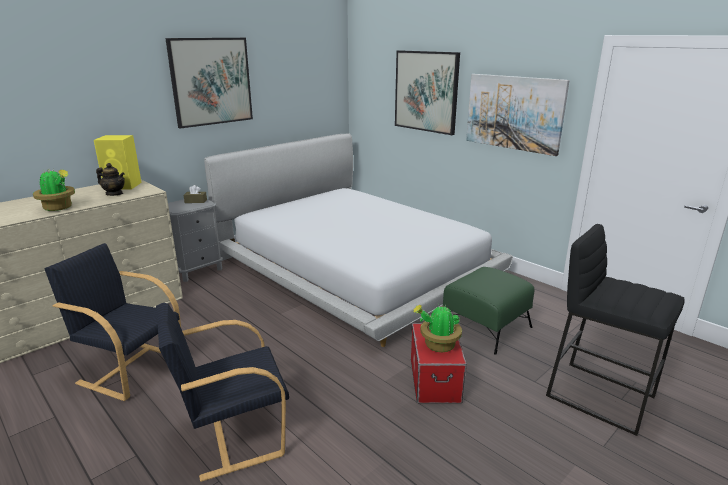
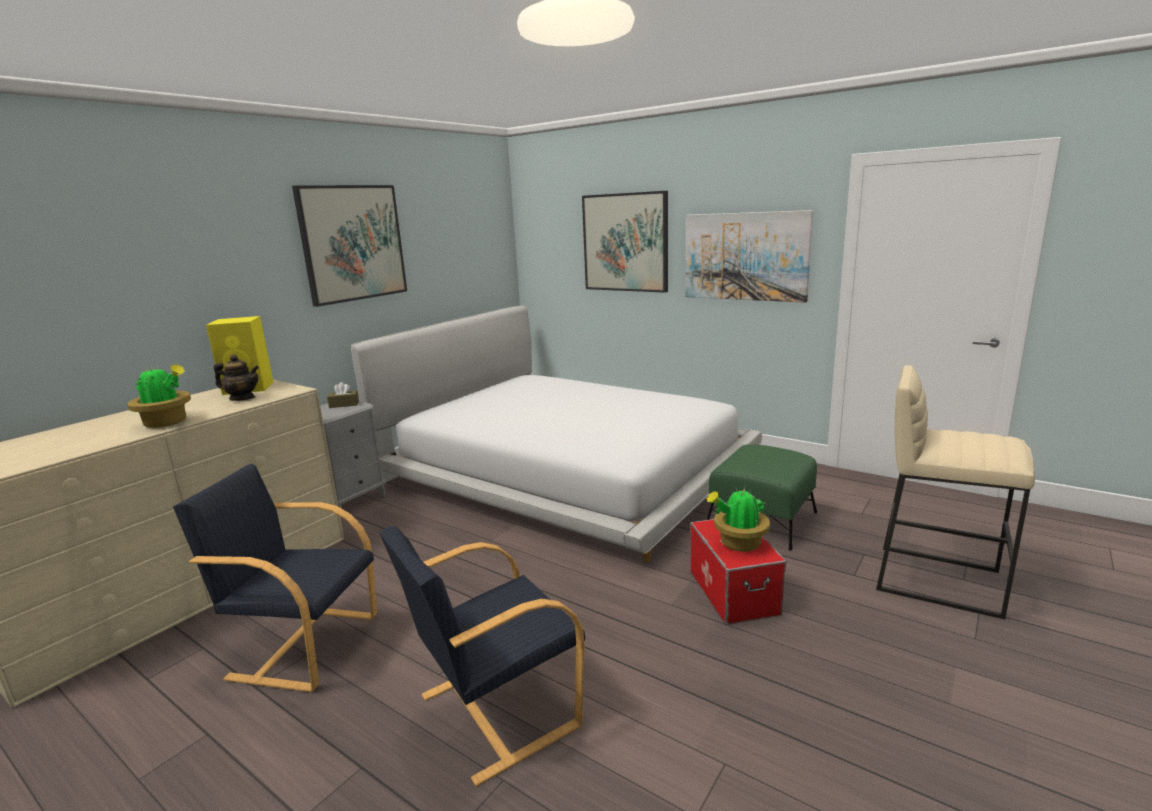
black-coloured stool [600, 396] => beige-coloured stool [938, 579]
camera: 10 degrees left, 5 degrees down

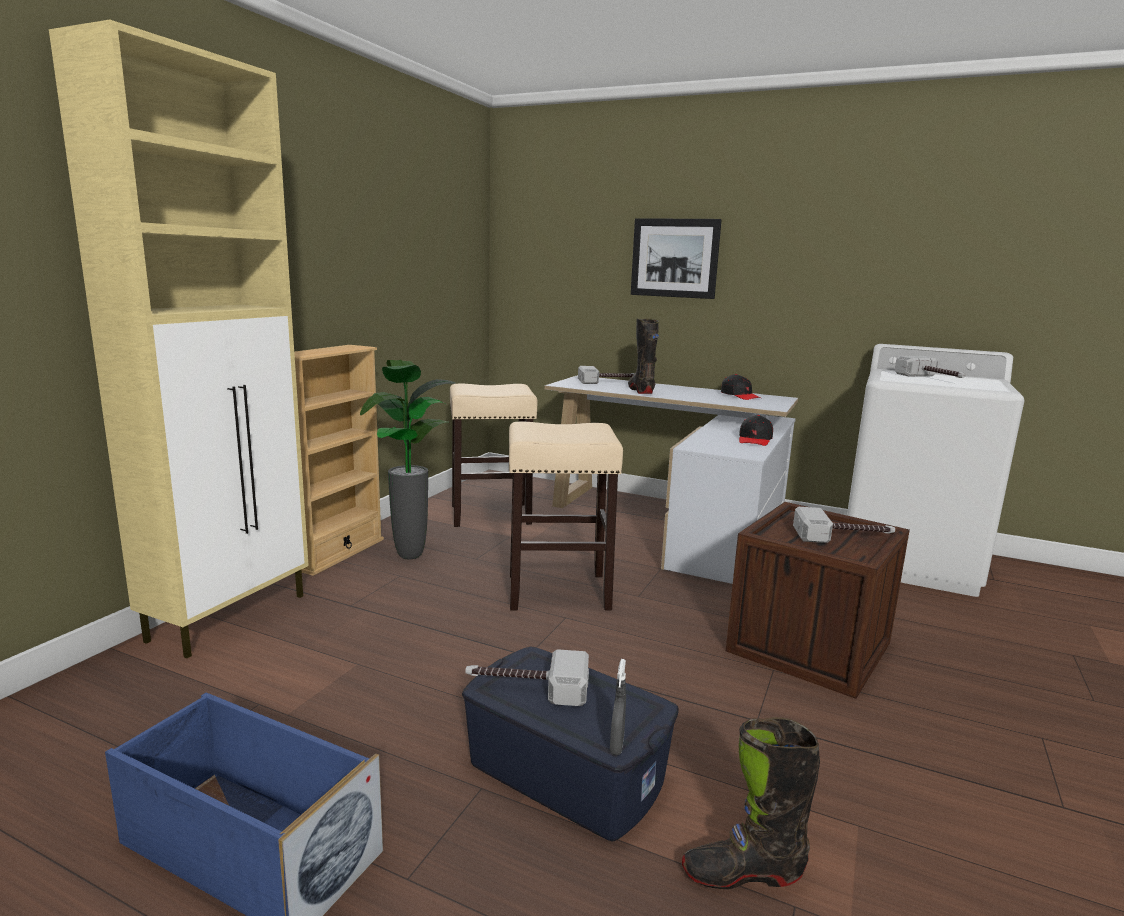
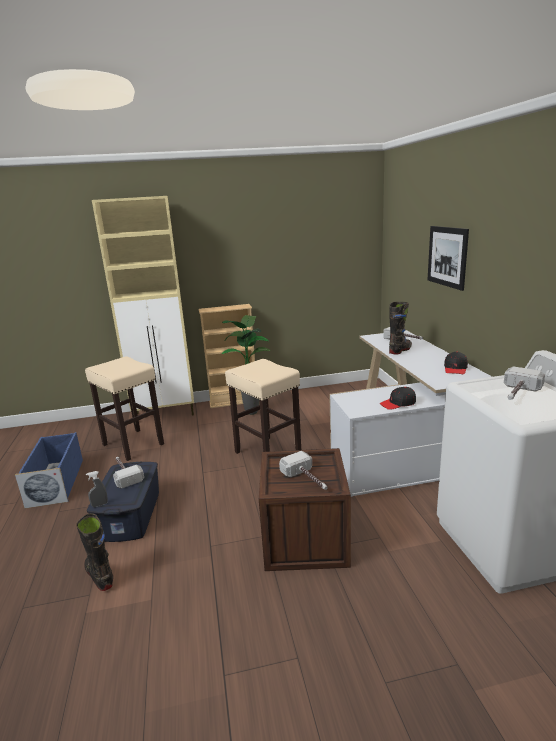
beige-coloured stool [492, 514] => beige-coloured stool [133, 444], relocated
camera: 55 degrees right, 5 degrees up

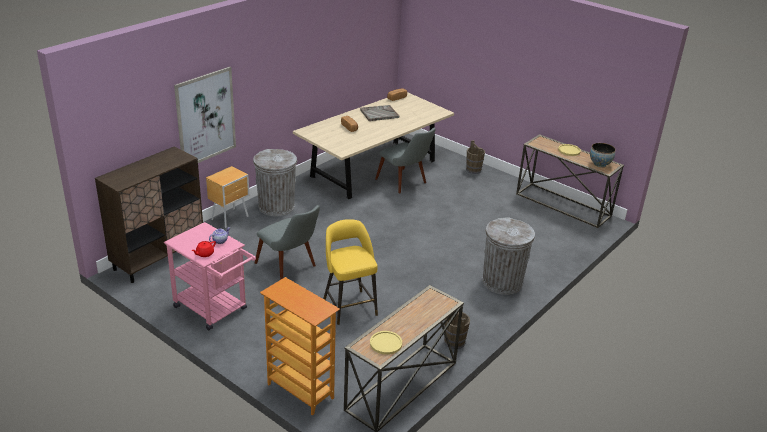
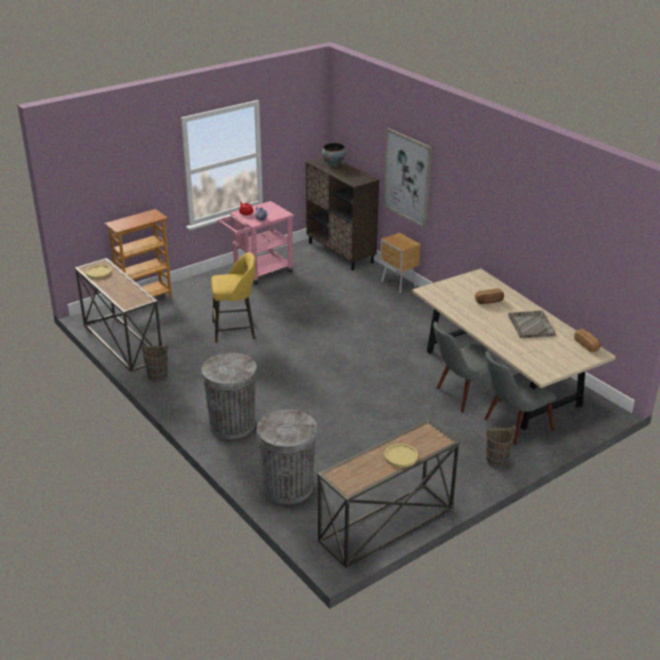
gray waste bin [276, 207] => gray waste bin [288, 487], relocated
gray upright chair [290, 267] => gray upright chair [511, 427], relocated
bowl [600, 164] => bowl [333, 163], relocated
camera: 105 degrees right, 0 degrees up

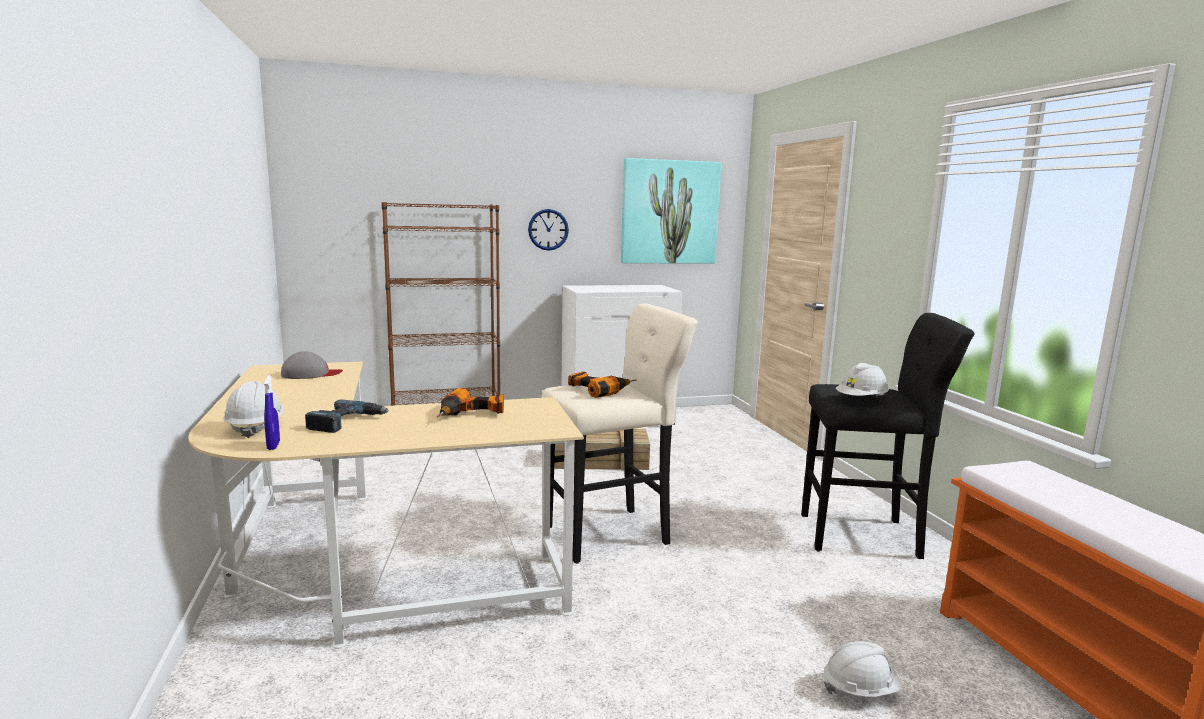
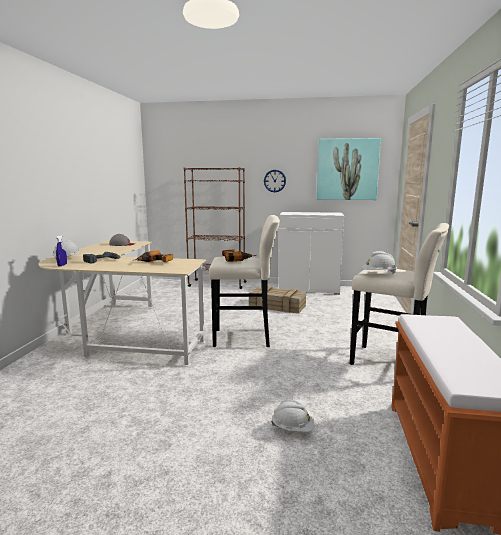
black-coloured stool [865, 536] => beige-coloured stool [391, 363]
camera: 25 degrees right, 0 degrees up

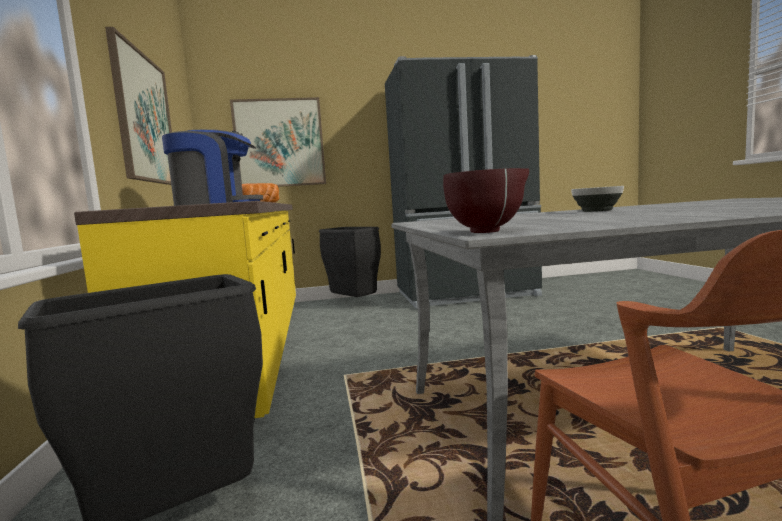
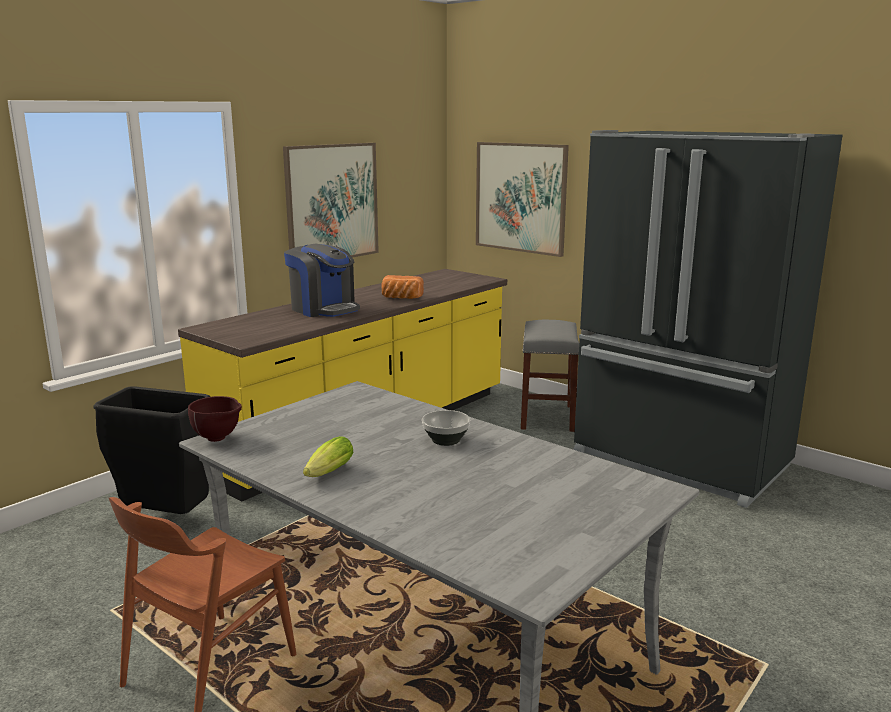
black-coloured waste bin [353, 304] => gray stool [546, 417]
nothing => lettuce head [327, 474]
camera: 50 degrees right, 10 degrees up

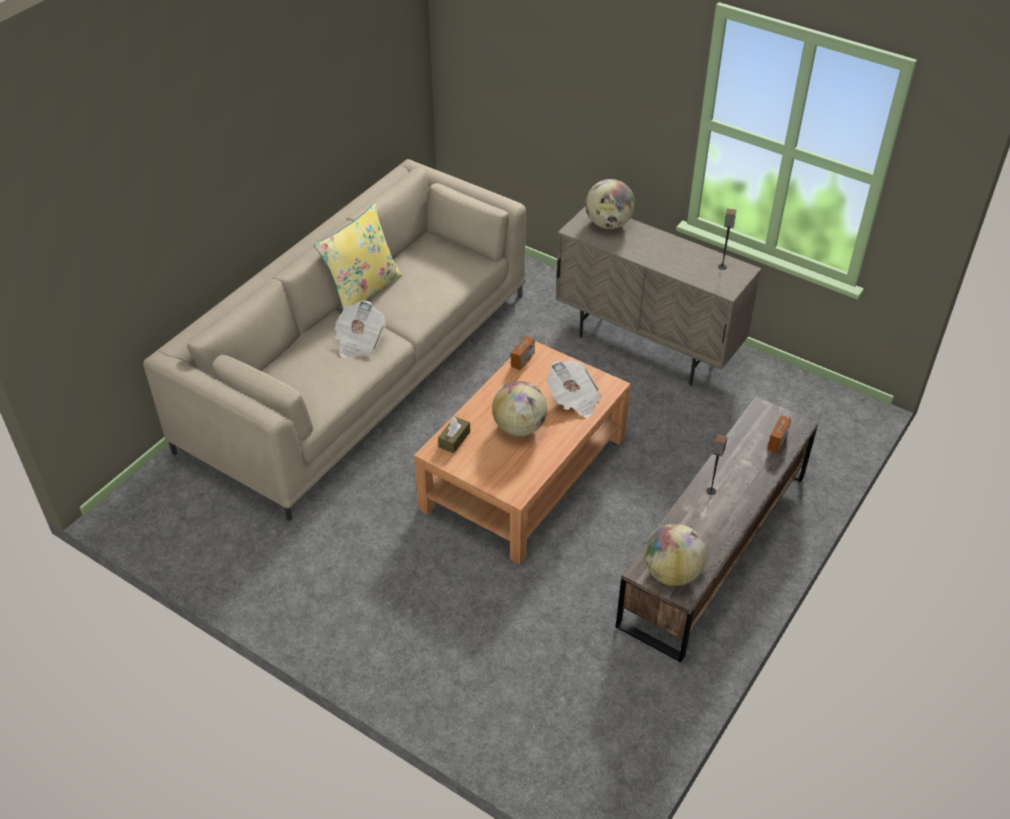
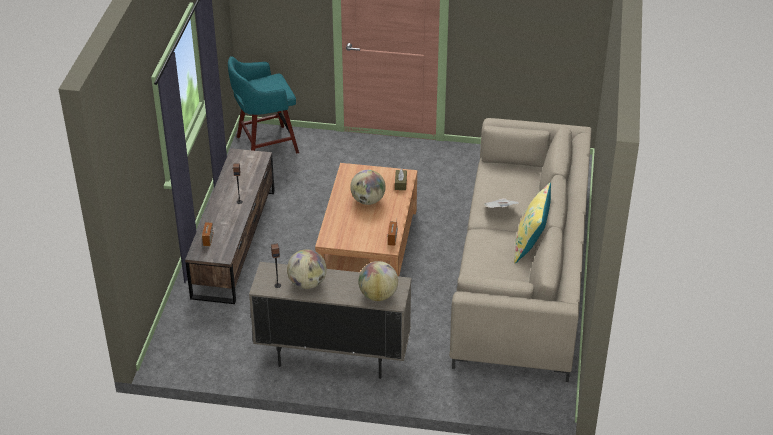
printed paper [573, 399] => nothing
globe [671, 573] => globe [307, 283], relocated
nothing => turquoise-coloured stool [265, 145]
camera: 155 degrees right, 5 degrees down

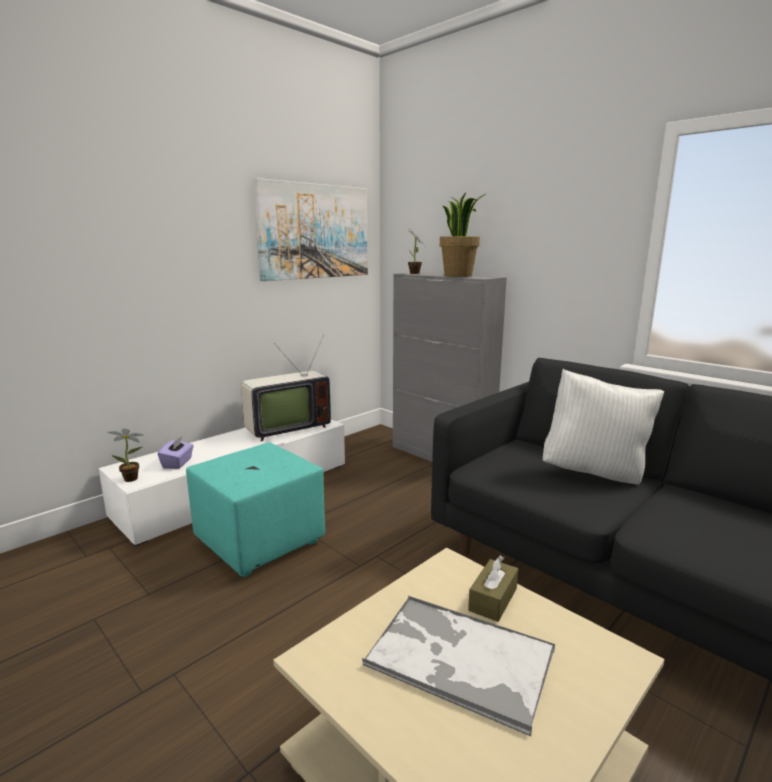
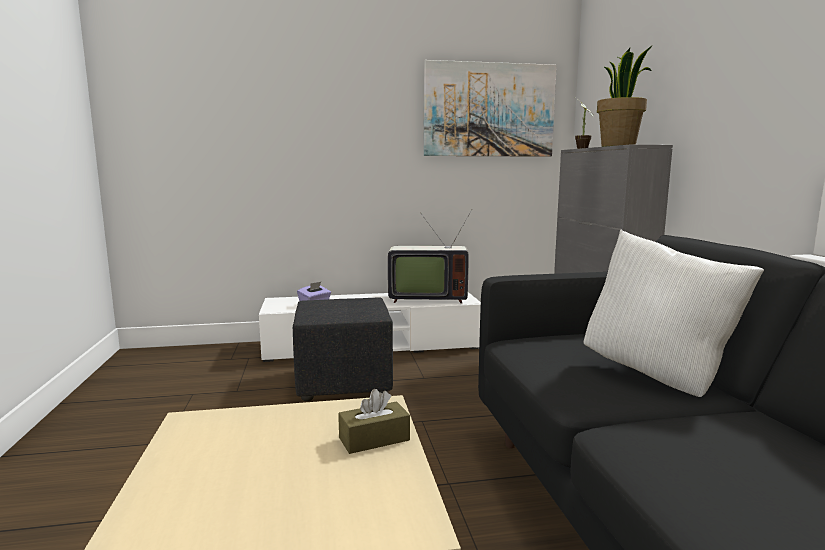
potted plant [133, 479] => nothing
turquoise-coloured ottoman [260, 541] => black-coloured ottoman [344, 382]
tray [458, 658] => nothing
camera: 35 degrees right, 5 degrees down

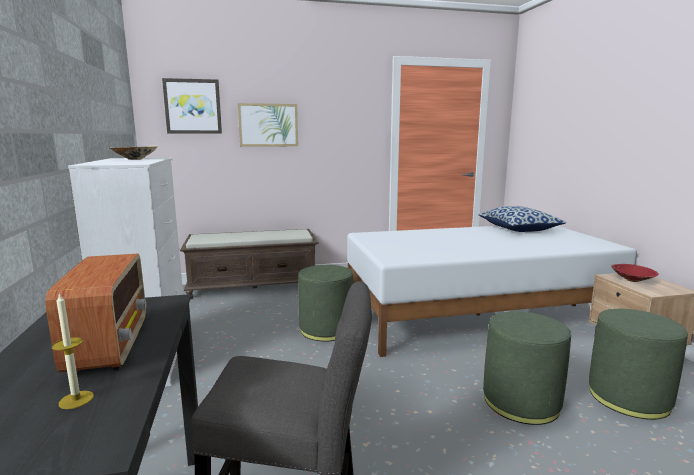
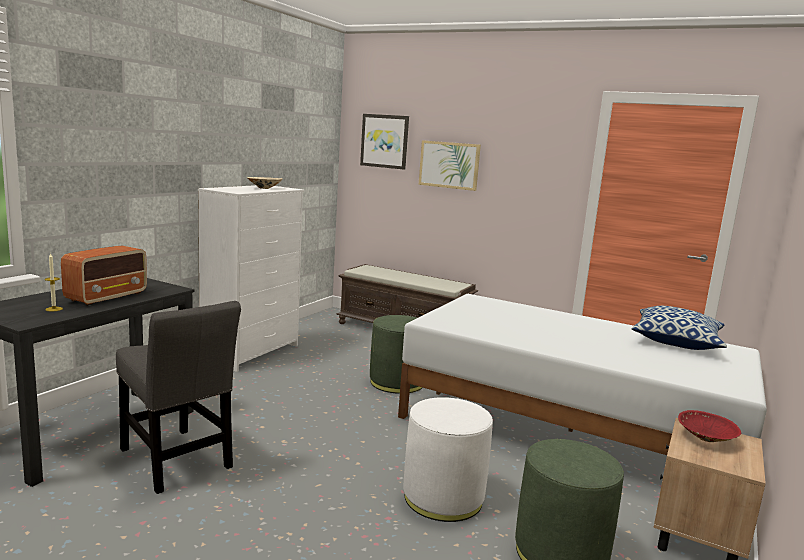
greenish ottoman [521, 402] => white-coloured ottoman [443, 497]
camera: 40 degrees right, 0 degrees up

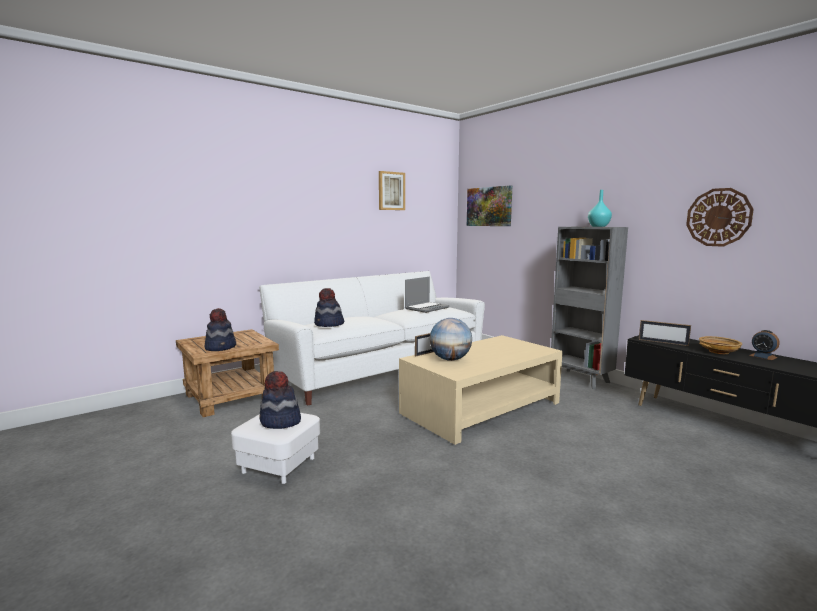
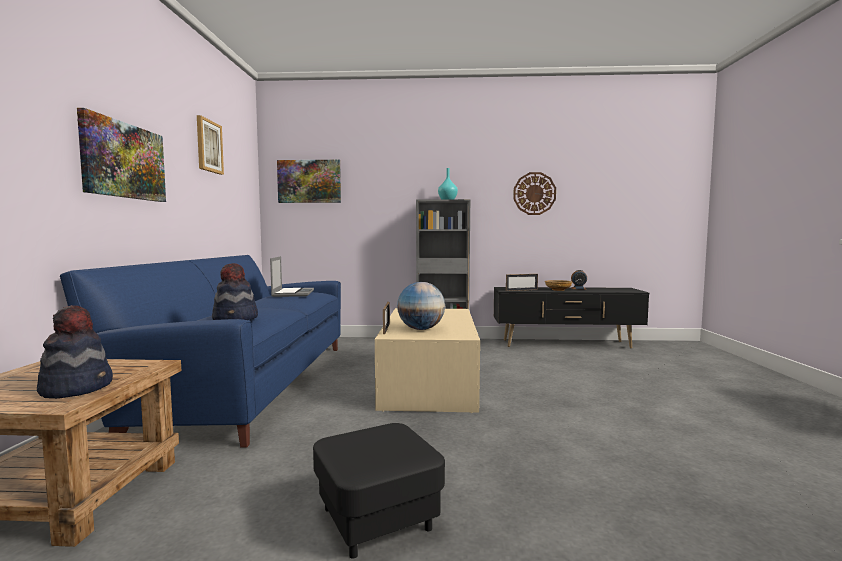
white-coloured ottoman [279, 465] => black-coloured ottoman [377, 518]
white-coloured couch [378, 368] => blue couch [248, 383]
hat [280, 422] => nothing
nothing => wall art [124, 161]
camera: 50 degrees left, 5 degrees down

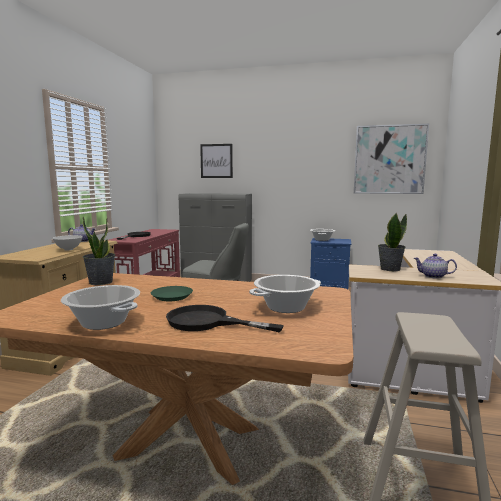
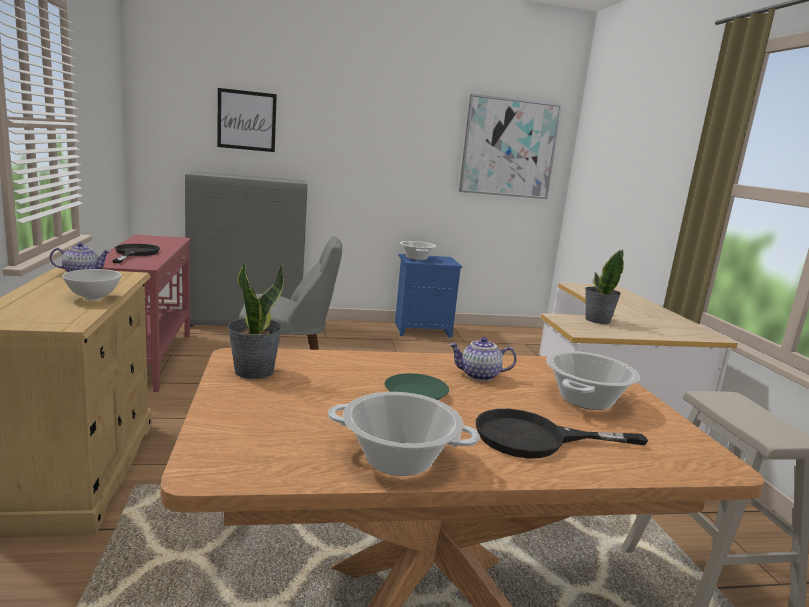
teapot [433, 276] => teapot [479, 376], relocated
camera: 25 degrees left, 5 degrees up

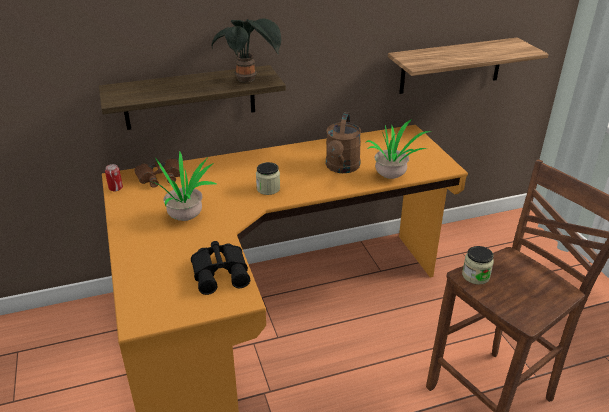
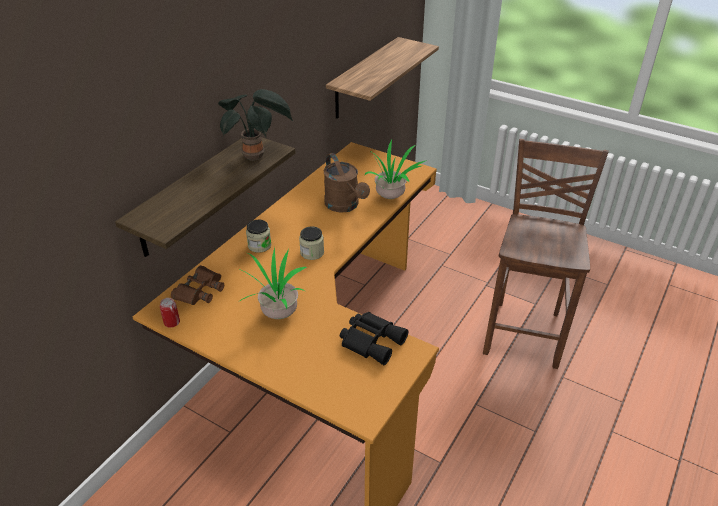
storage jar [475, 276] => storage jar [259, 245], relocated
camera: 40 degrees left, 5 degrees up

